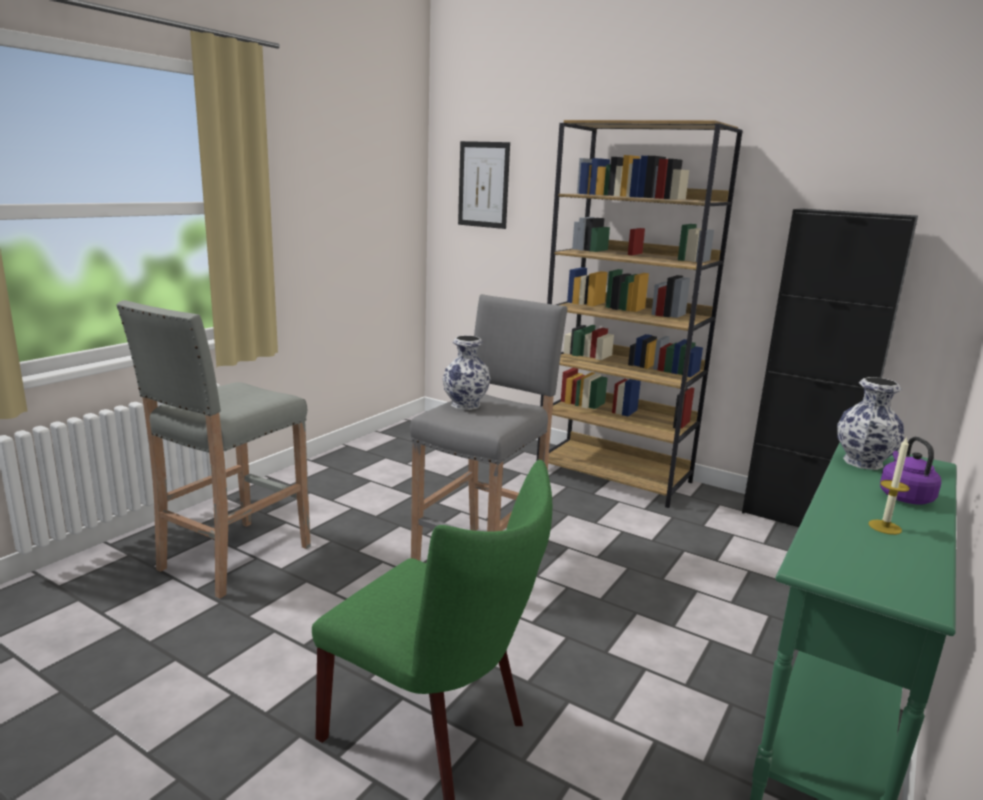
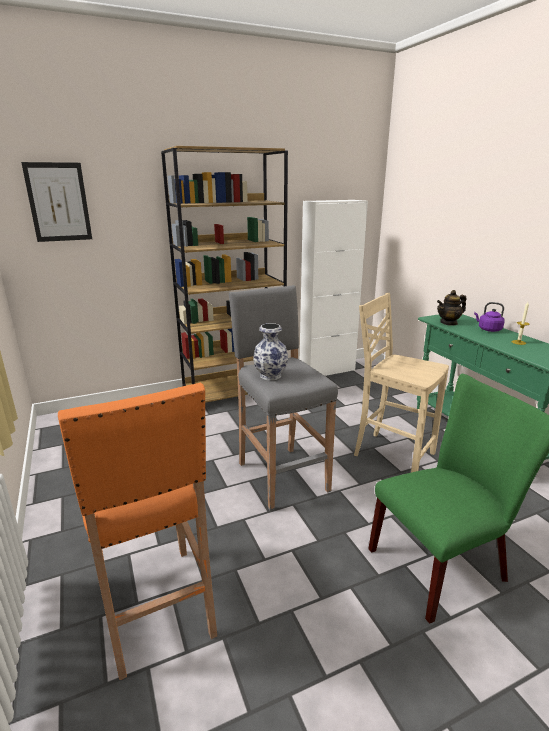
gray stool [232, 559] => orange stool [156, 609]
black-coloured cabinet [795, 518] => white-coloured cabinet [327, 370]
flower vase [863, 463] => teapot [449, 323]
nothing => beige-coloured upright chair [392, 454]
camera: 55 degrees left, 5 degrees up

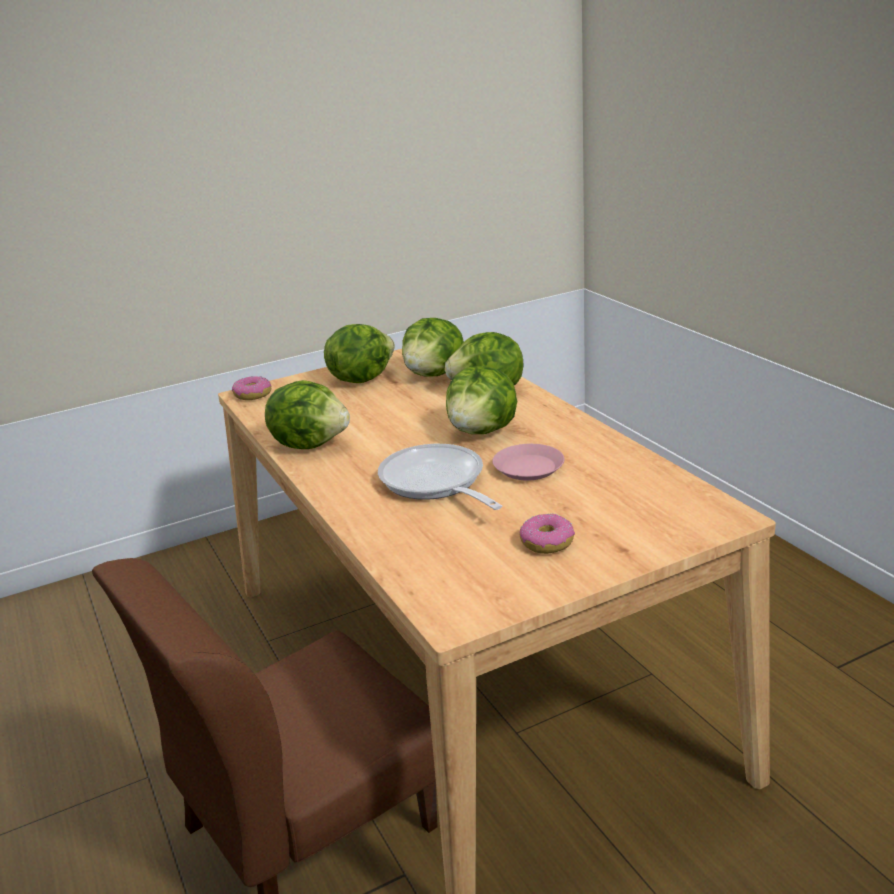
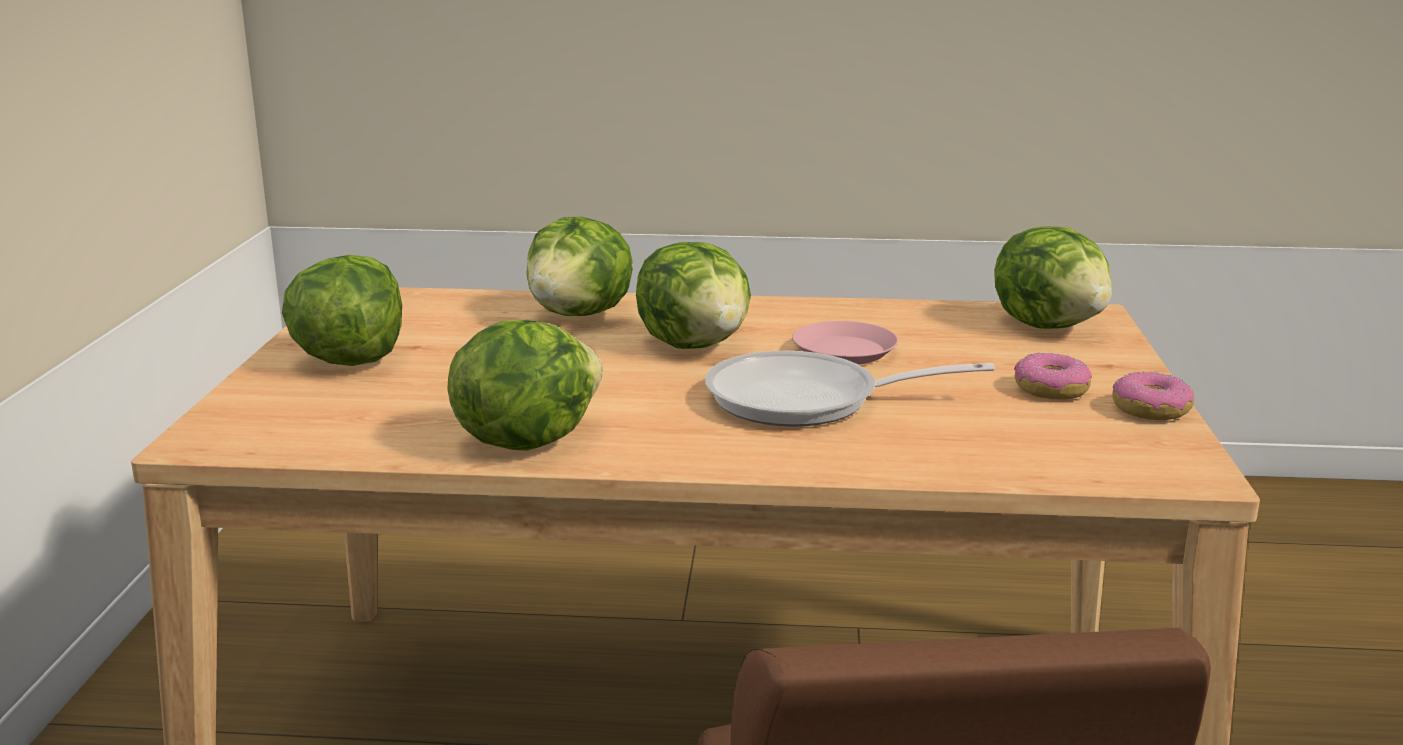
donut [252, 395] => donut [1151, 410], relocated
lettuce head [435, 375] => lettuce head [1051, 325], relocated
camera: 60 degrees left, 5 degrees down

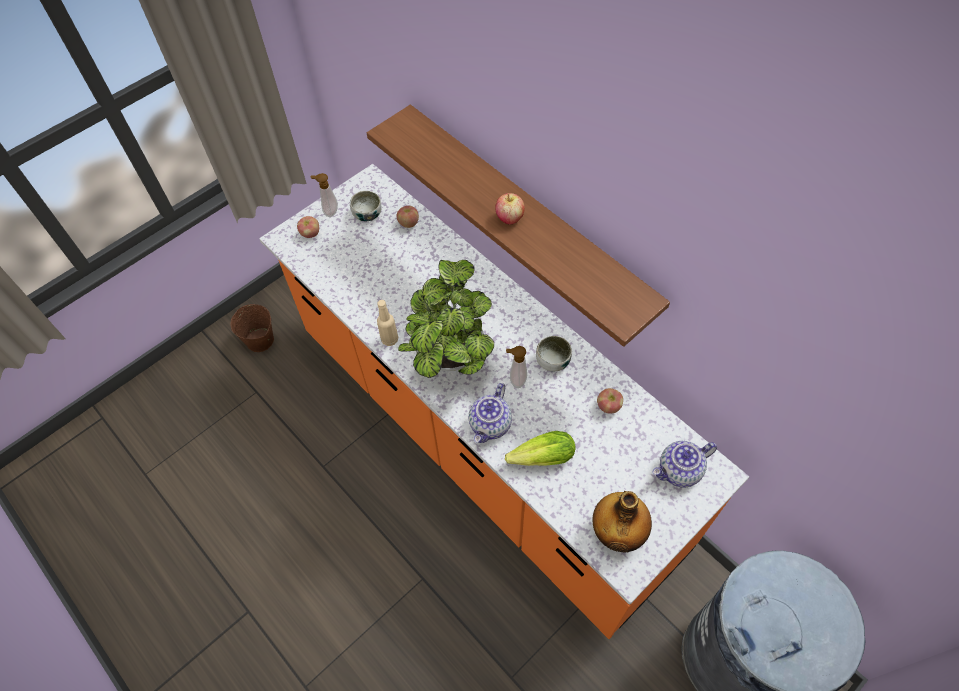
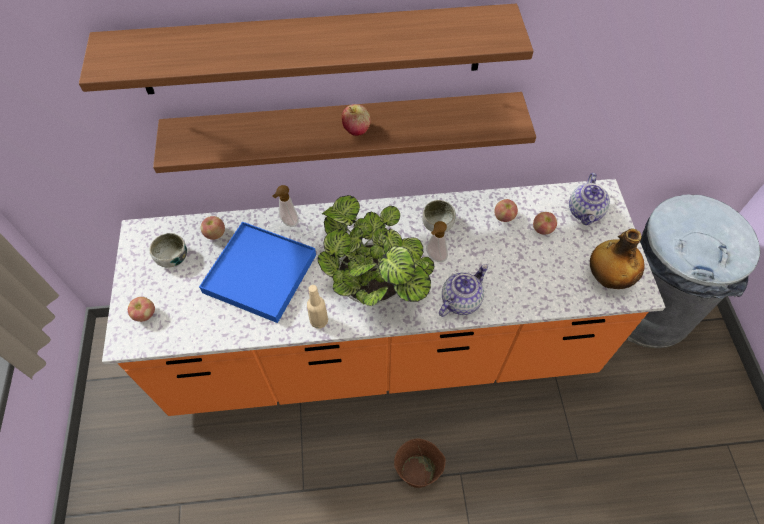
brown-coloured bucket [260, 340] => brown-coloured bucket [418, 471], relocated
soap dispenser [329, 211] => soap dispenser [288, 223], relocated
teapot [491, 425] => teapot [460, 300], 105 degrees counterclockwise
lettuce head [538, 458] => nothing
nothing => shelf [311, 50]
nothing => blue tray [260, 273]
nothing => apple fruit [542, 229]
camera: 55 degrees left, 0 degrees up

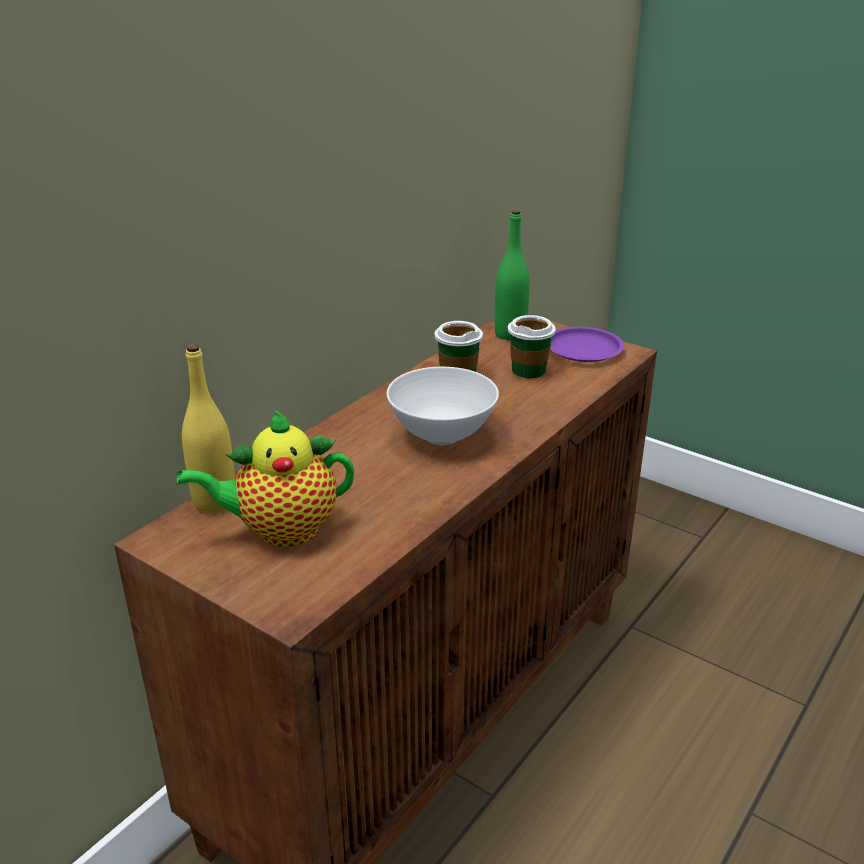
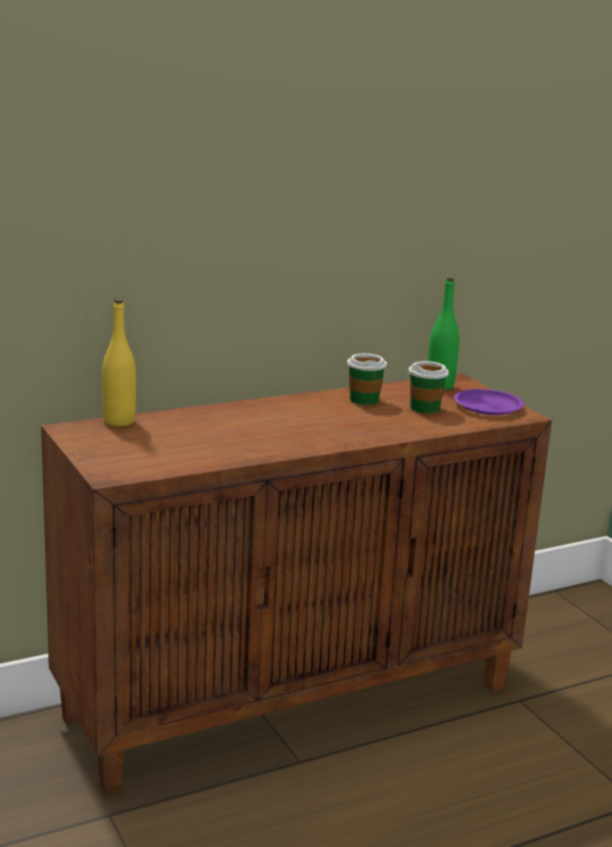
teapot [281, 530] => nothing
white-coloured bowl [442, 436] => nothing
camera: 25 degrees right, 10 degrees down

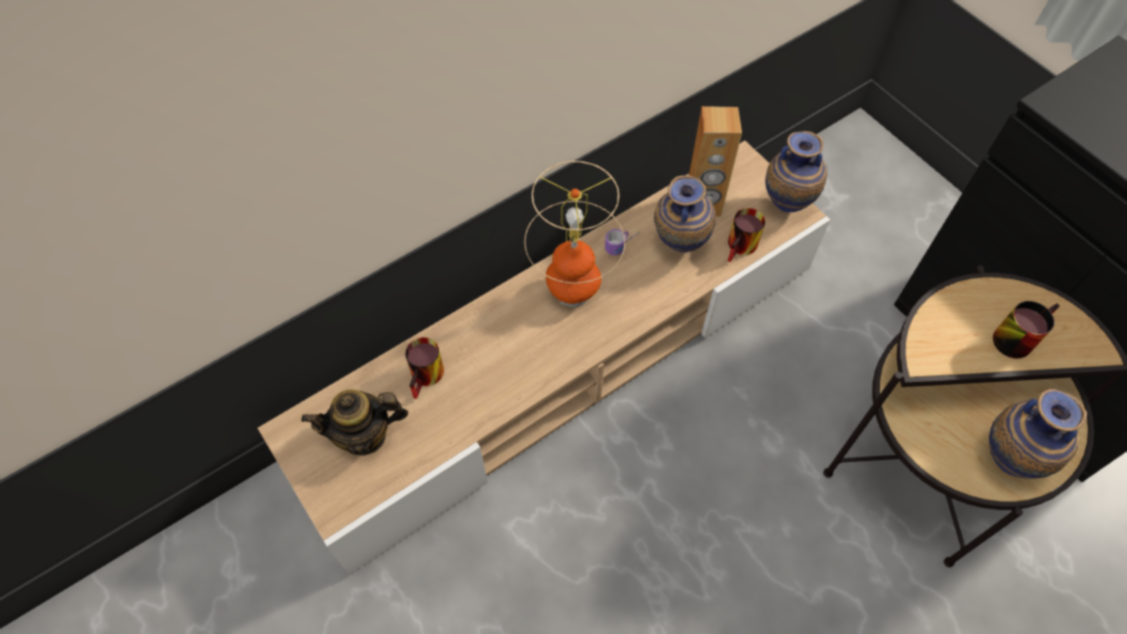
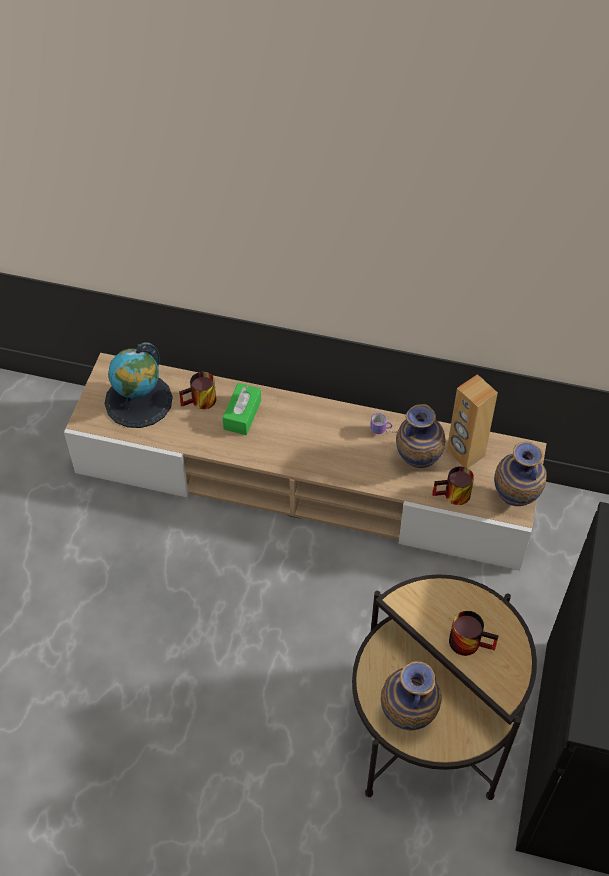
teapot [364, 435] => globe [138, 401]
table lamp [573, 292] => nothing
nothing => greenish box of tissues [242, 415]
camera: 50 degrees right, 5 degrees down

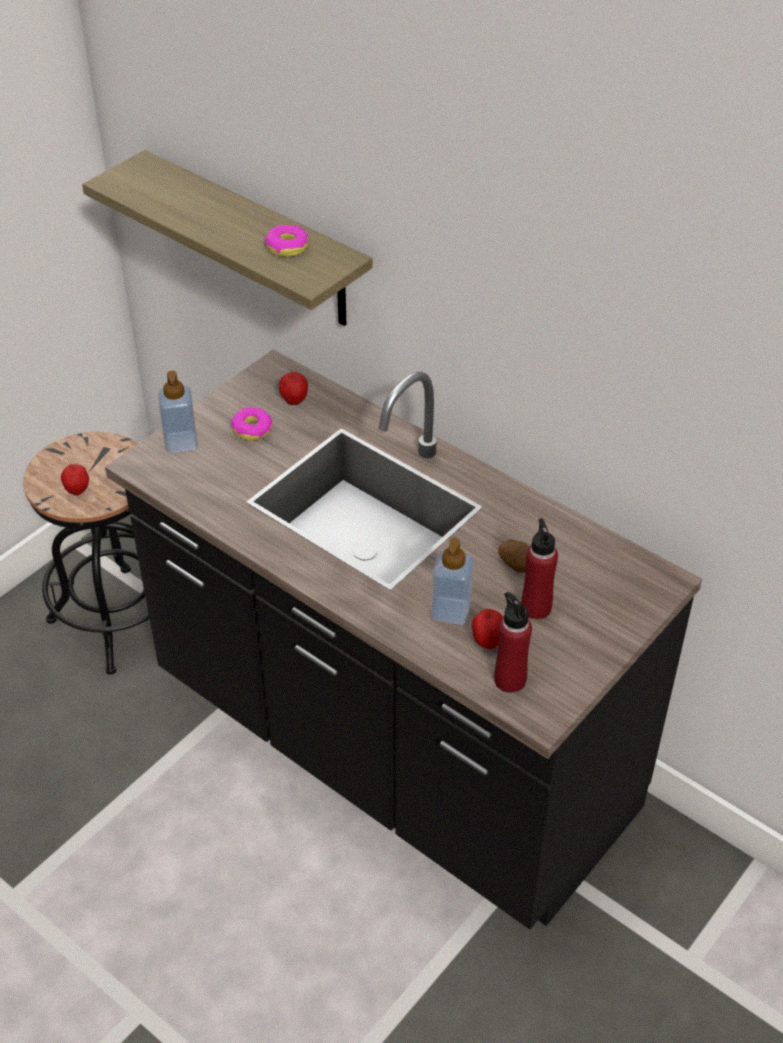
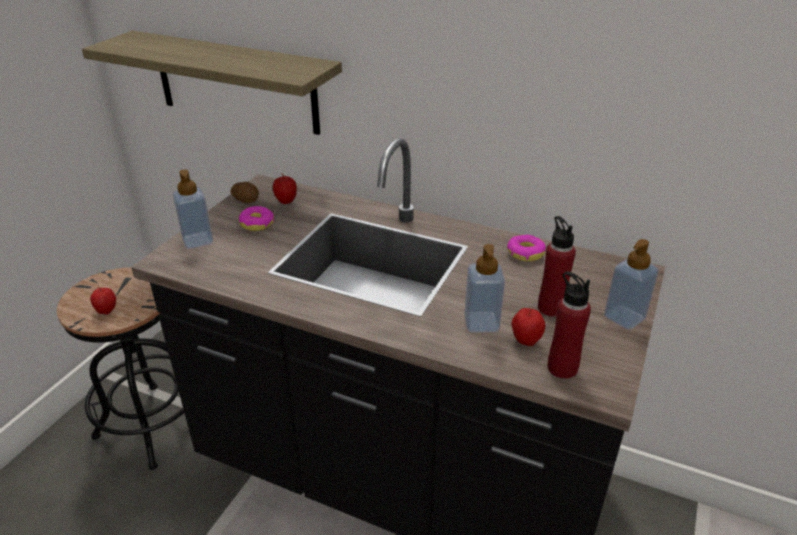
donut [287, 247] => donut [525, 253], relocated
spud [517, 564] => spud [246, 200], relocated
nothing => soap dispenser [624, 317]
camera: 15 degrees left, 10 degrees down

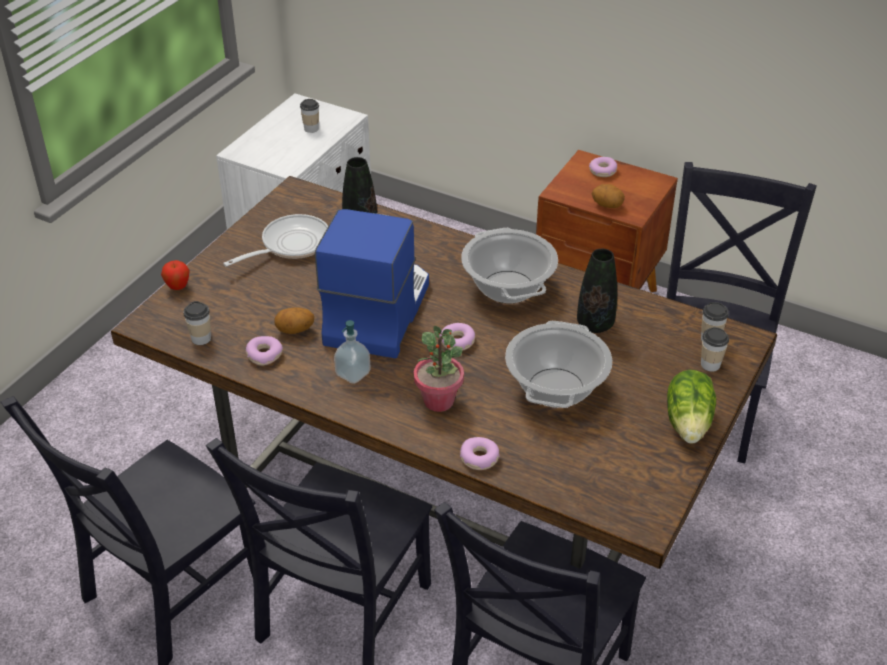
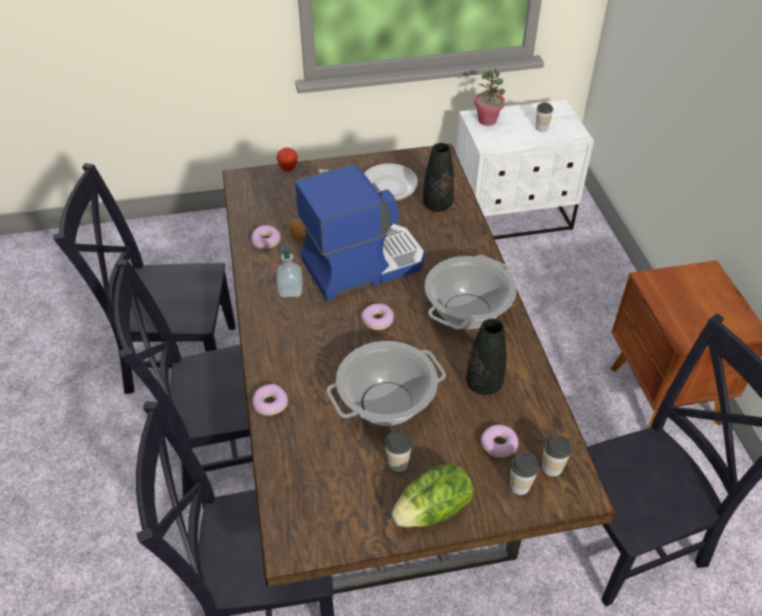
small cup [201, 339] => small cup [398, 463], relocated
potted plant [439, 401] => potted plant [487, 120], relocated
donut [602, 171] => donut [499, 445], relocated
spud [607, 205] => nothing
camera: 50 degrees right, 5 degrees up

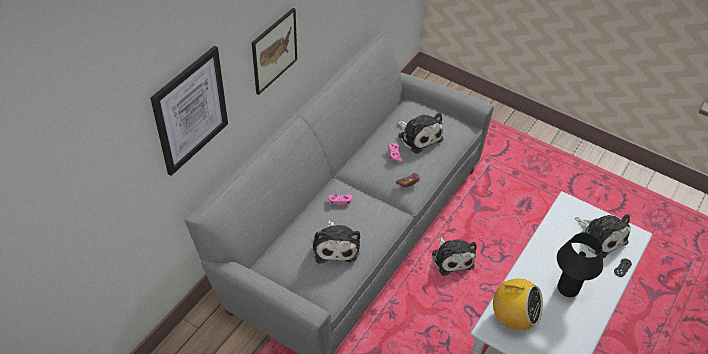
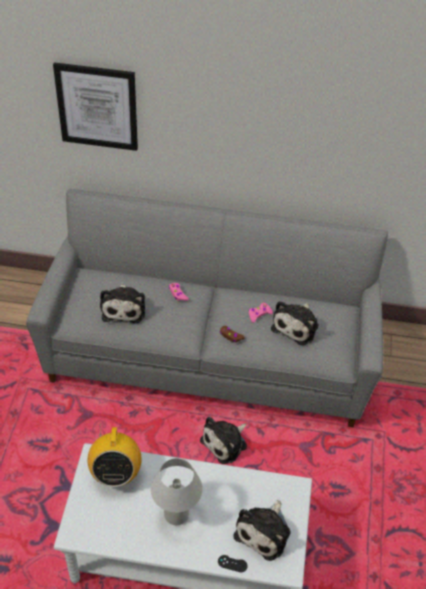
wall art [274, 51] => nothing
plush toy [335, 246] => plush toy [124, 307], 60 degrees counterclockwise
black-coloured table lamp [568, 288] => white-coloured table lamp [176, 514]
camera: 65 degrees right, 0 degrees up

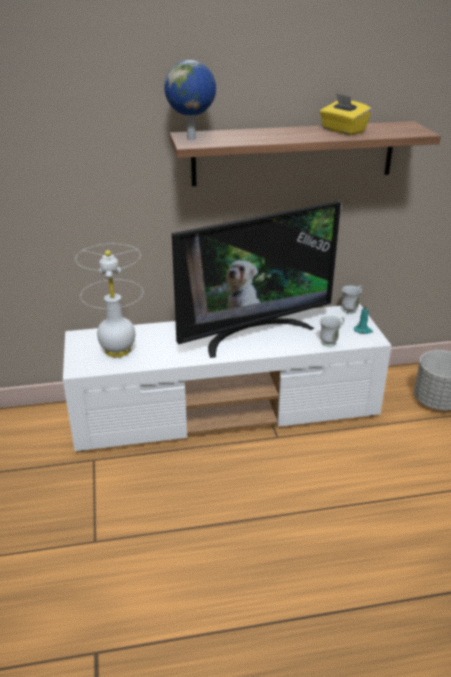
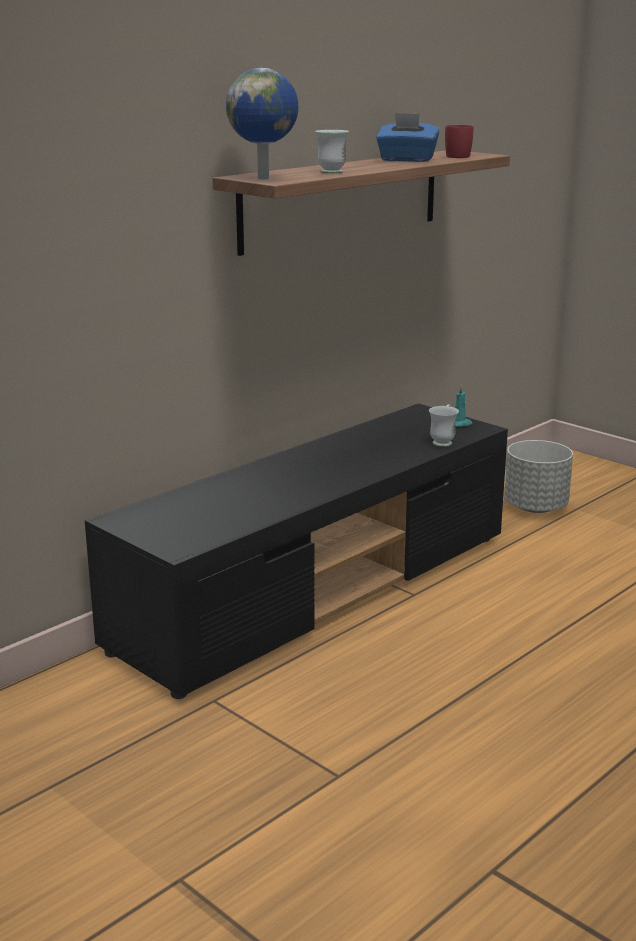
white-coloured media console [227, 410] => black-coloured media console [319, 590]
white-coloured table lamp [117, 350] => nothing
TV [253, 333] => nothing
yellowish box of tissues [343, 131] => blue box of tissues [406, 160]
white-coloured mug [351, 309] => white-coloured mug [333, 171], relocated
nothing => red mug [457, 156]
camera: 35 degrees left, 10 degrees down

